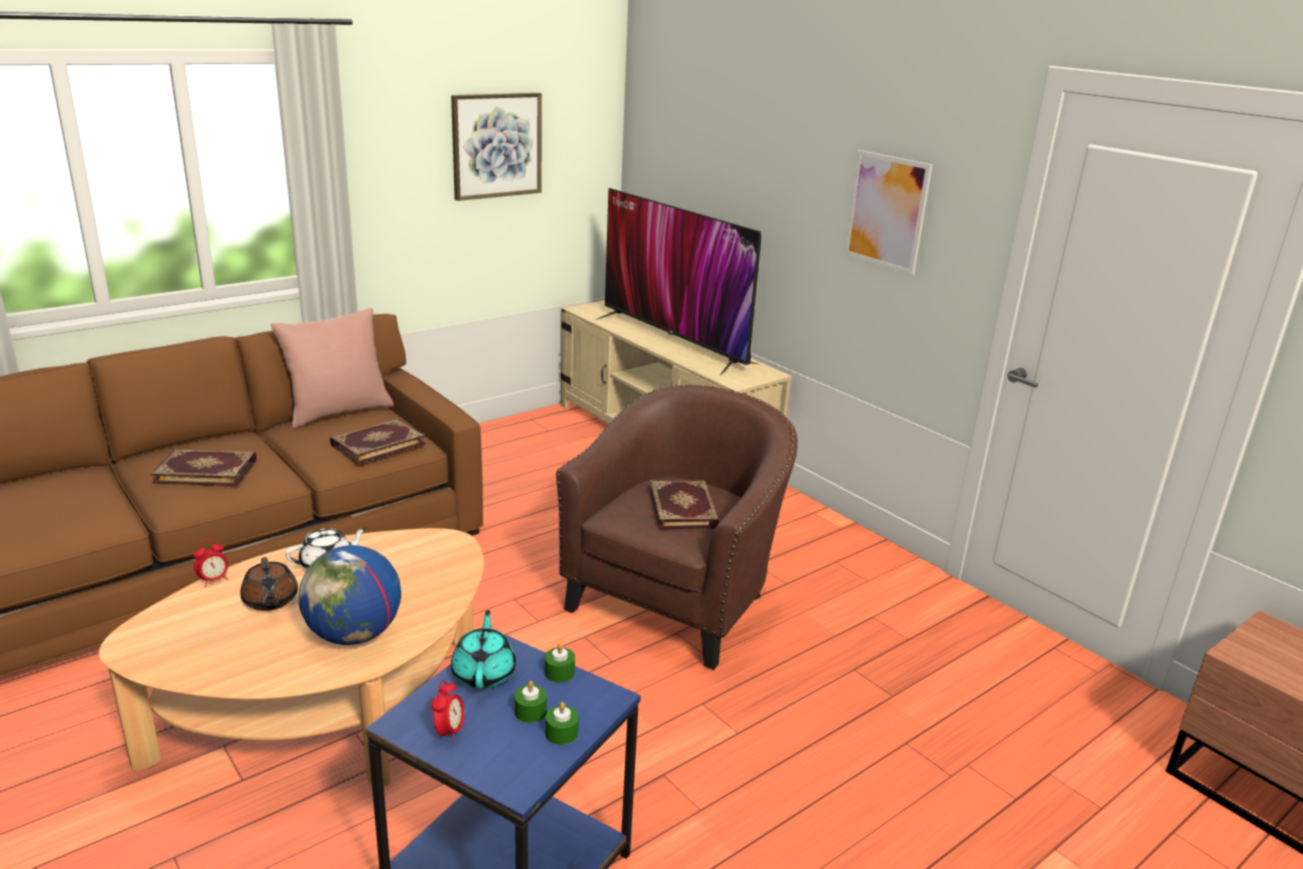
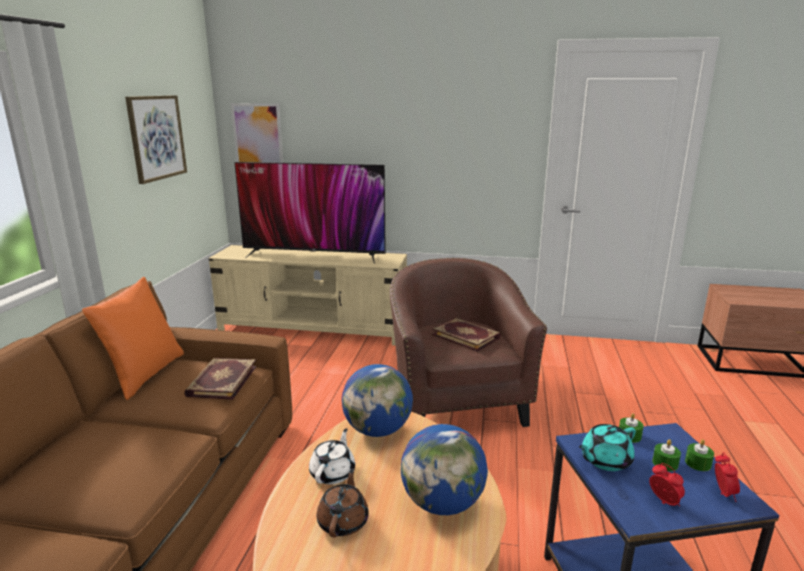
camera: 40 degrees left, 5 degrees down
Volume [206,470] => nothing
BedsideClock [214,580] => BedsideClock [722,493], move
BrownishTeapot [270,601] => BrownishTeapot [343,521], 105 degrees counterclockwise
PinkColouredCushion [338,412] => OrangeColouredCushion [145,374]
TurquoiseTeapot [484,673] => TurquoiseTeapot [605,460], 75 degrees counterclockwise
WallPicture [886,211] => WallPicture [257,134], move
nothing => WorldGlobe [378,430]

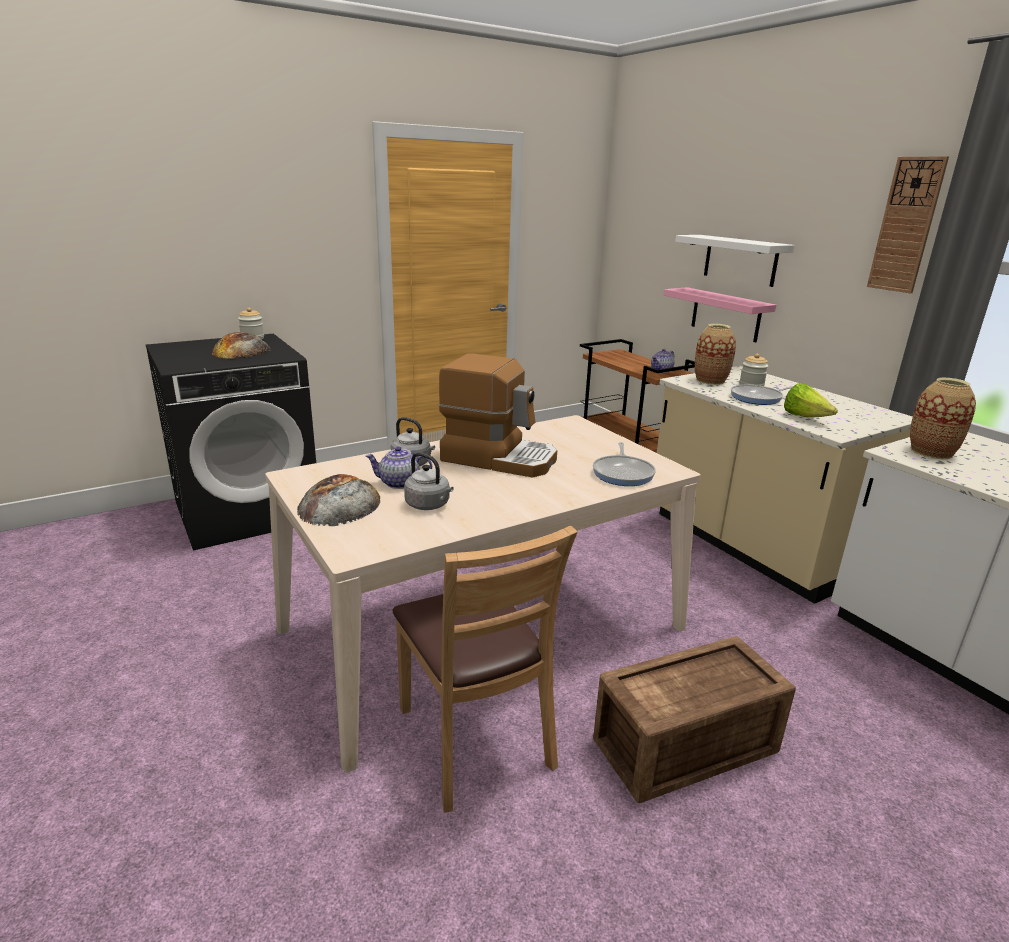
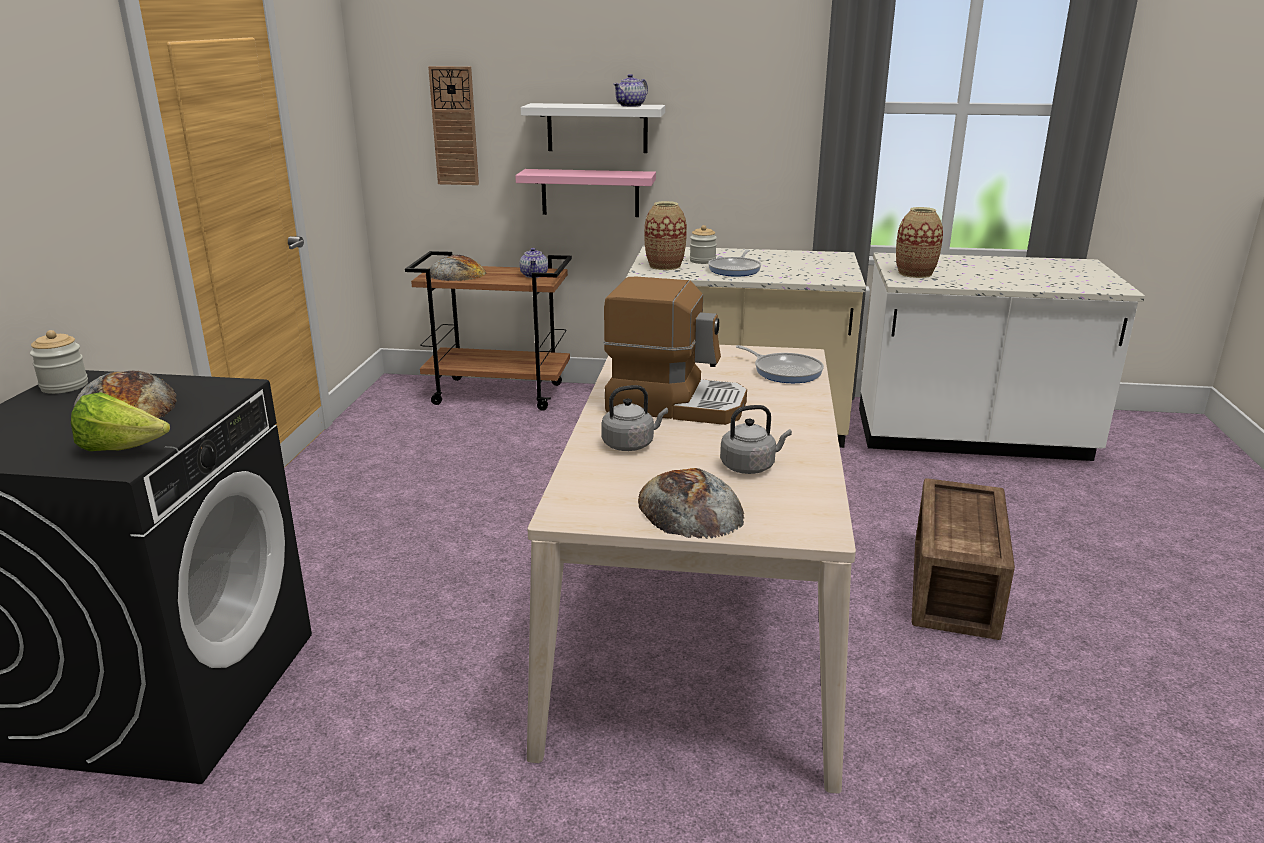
camera: 50 degrees left, 0 degrees up
Teapot [399,483] => Teapot [630,105], move
BrownishChair [474,740] => nothing
CoffeeBrewer [499,458] => CoffeeBrewer [676,403], 45 degrees clockwise
LettuceHead [805,417] => LettuceHead [122,449], move
HangingClock [906,225] => HangingClock [454,126], move
nothing => BakeryBread [455,274]

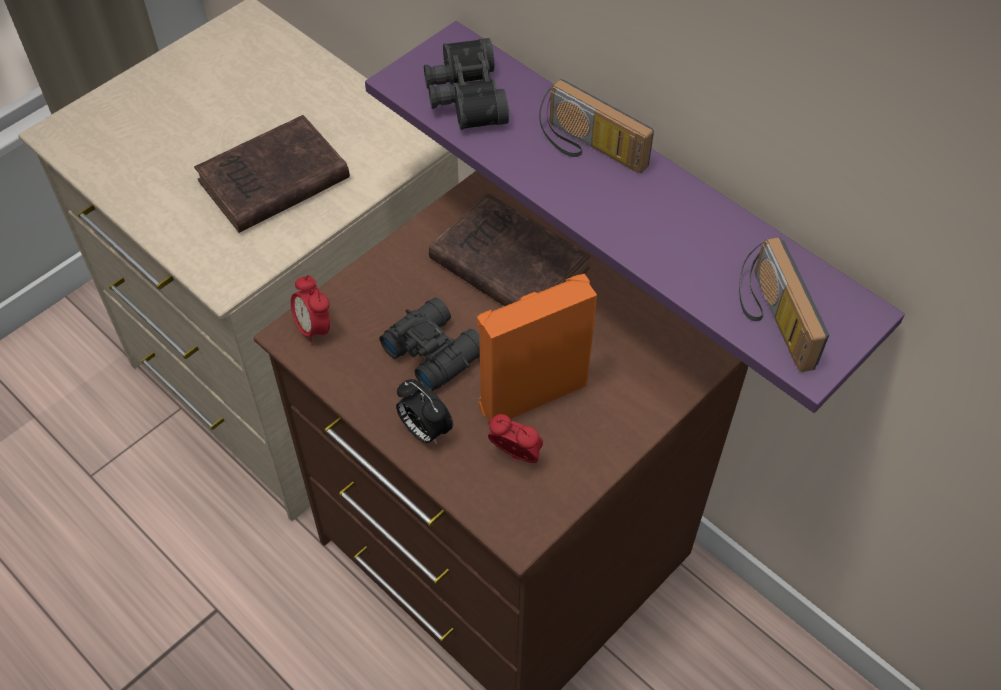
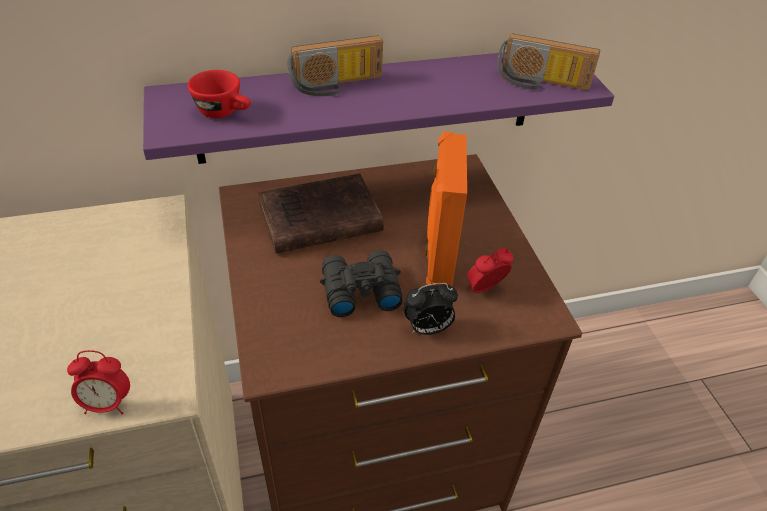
camera: 60 degrees left, 10 degrees down
BrownishVolume [270,182] => nothing
BedsideClock [314,328] => BedsideClock [107,404], move
BlackFieldGlasses [463,97] => RedSmallCup [225,112]

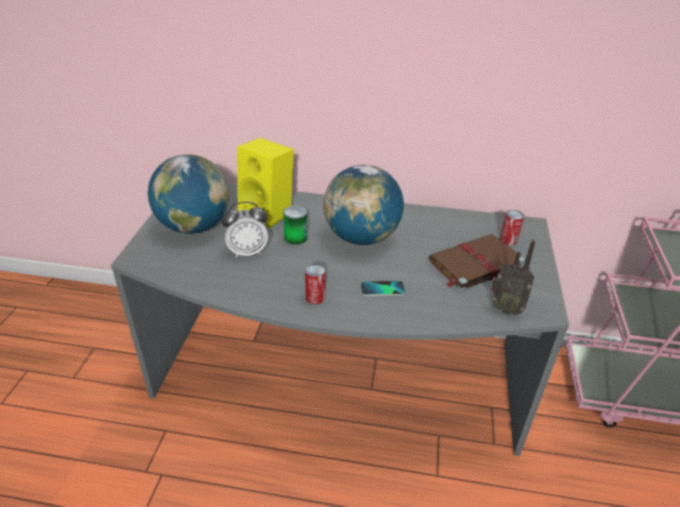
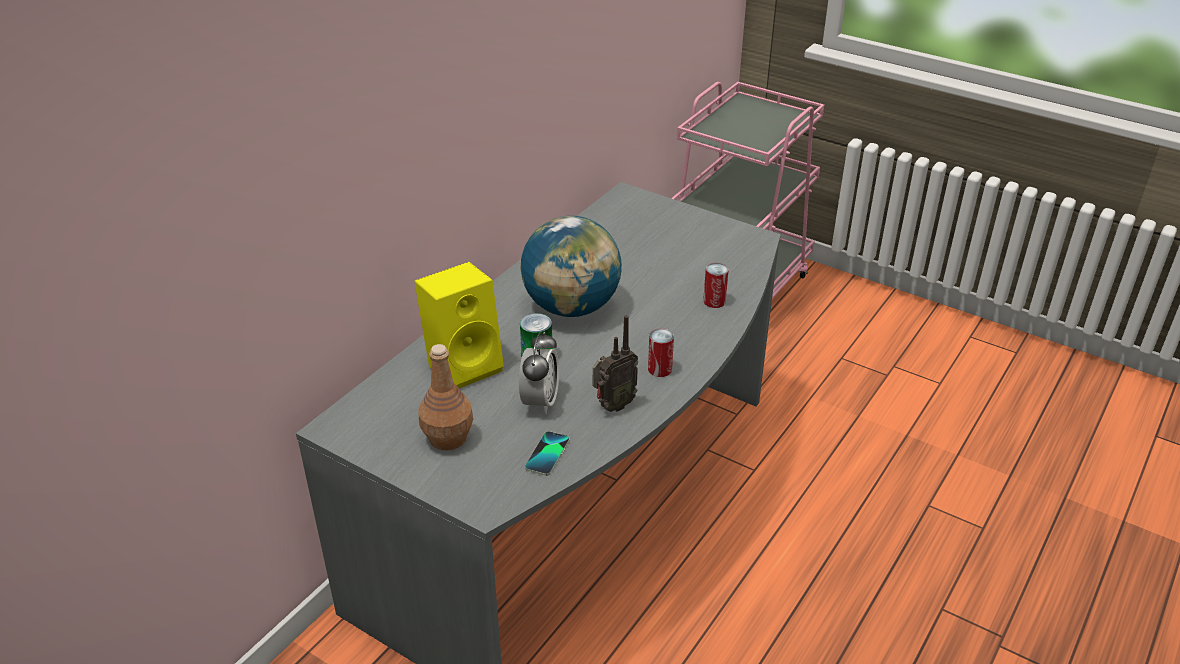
camera: 65 degrees left, 0 degrees up
WorldGlobe [194,226] => BrownishDrinkBottle [447,438]
Telephone [382,289] => Telephone [547,454], move
BrownishVolume [474,264] => nothing
Radio [505,308] => Radio [612,406], move
SealedCan [508,240] => SealedCan [714,301], move

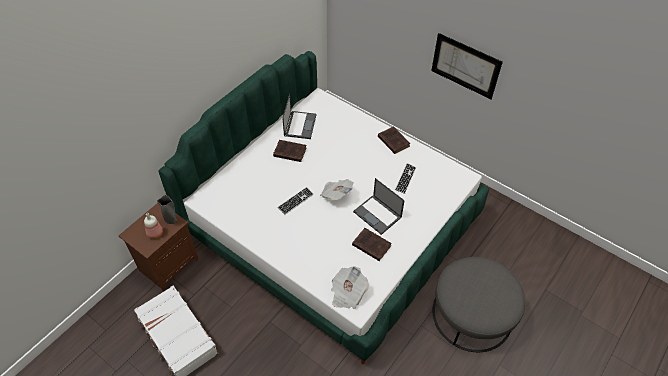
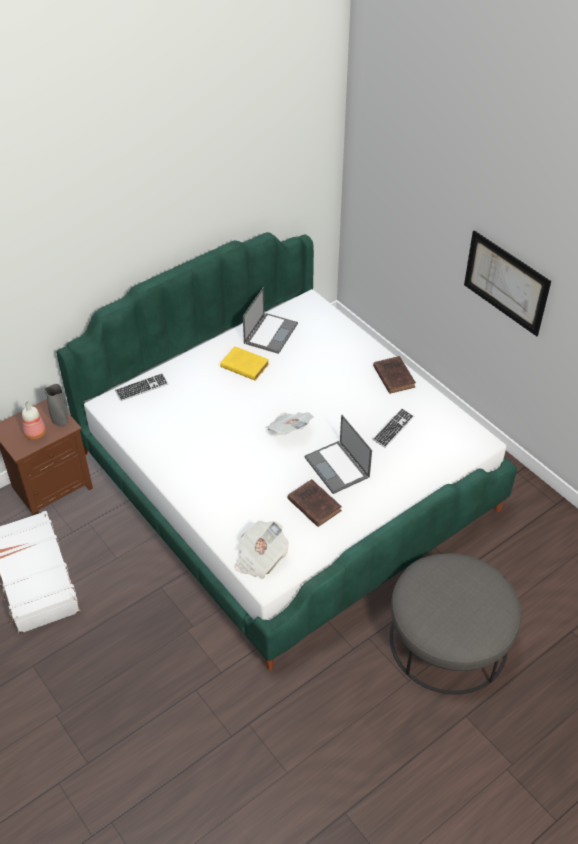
camera: 15 degrees right, 5 degrees down
BrownishVolume [289,152] => YellowColouredVolume [243,365]
PcKeyboard [295,201] => PcKeyboard [142,388], move

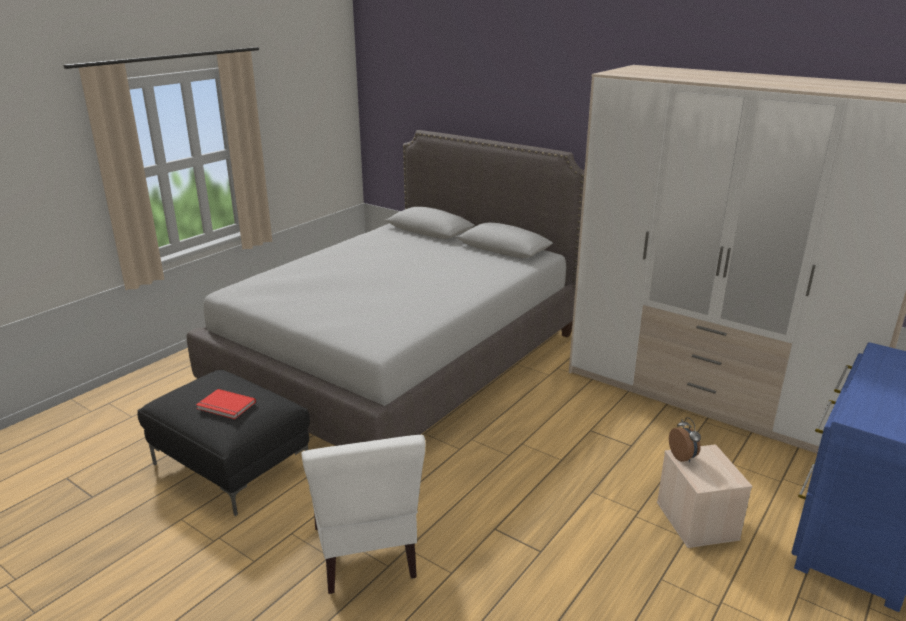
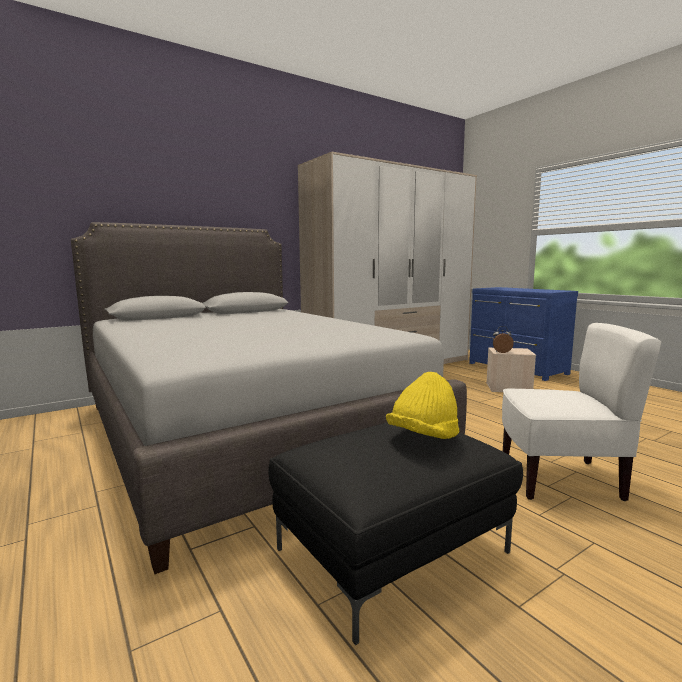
camera: 70 degrees left, 15 degrees down
RedVolume [225,406] => YellowColouredClothingHat [423,437]

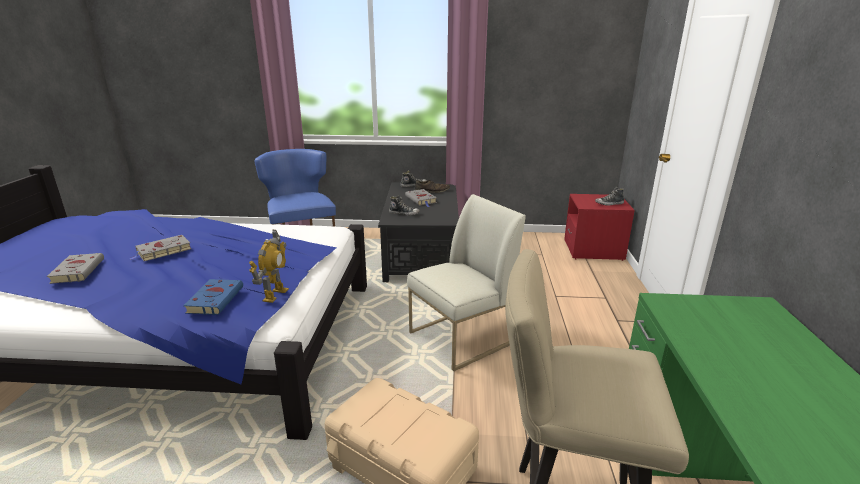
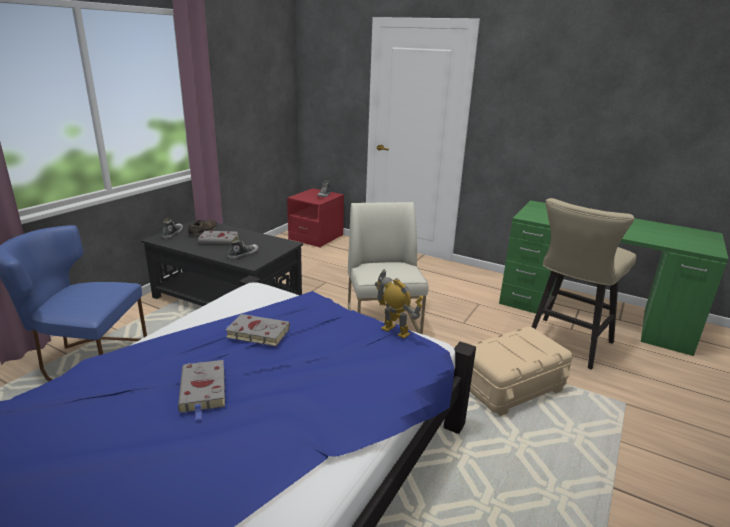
camera: 65 degrees left, 0 degrees up
GreyishVolume [78,270] => GreyishVolume [256,333], move
BlueVolume [216,299] => nothing

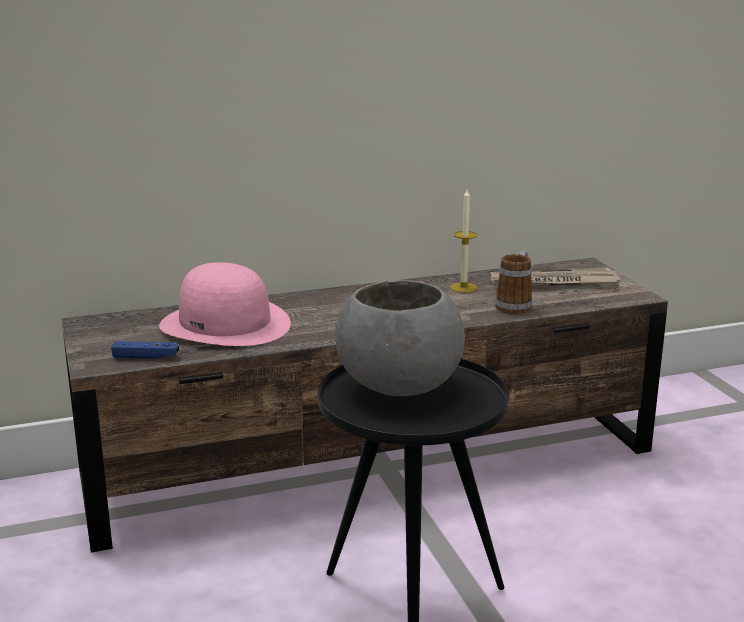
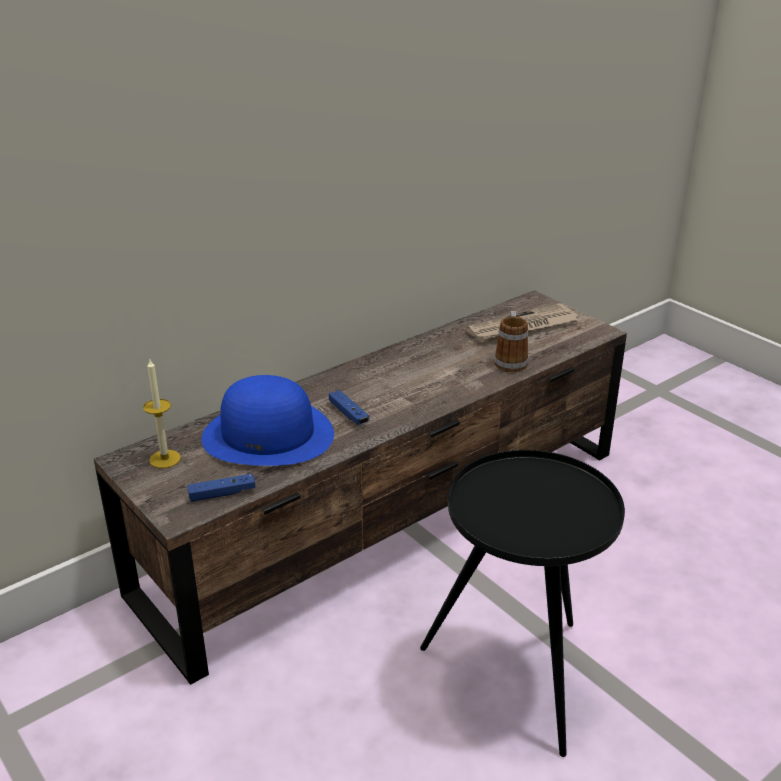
camera: 20 degrees left, 10 degrees up
PinkColouredClothingHat [225,324] => BlueClothingHat [268,435]
GreyishDeepDish [399,389] => nothing
Candle [463,288] => Candle [165,459], move
nothing => BlueGamepad [348,414]

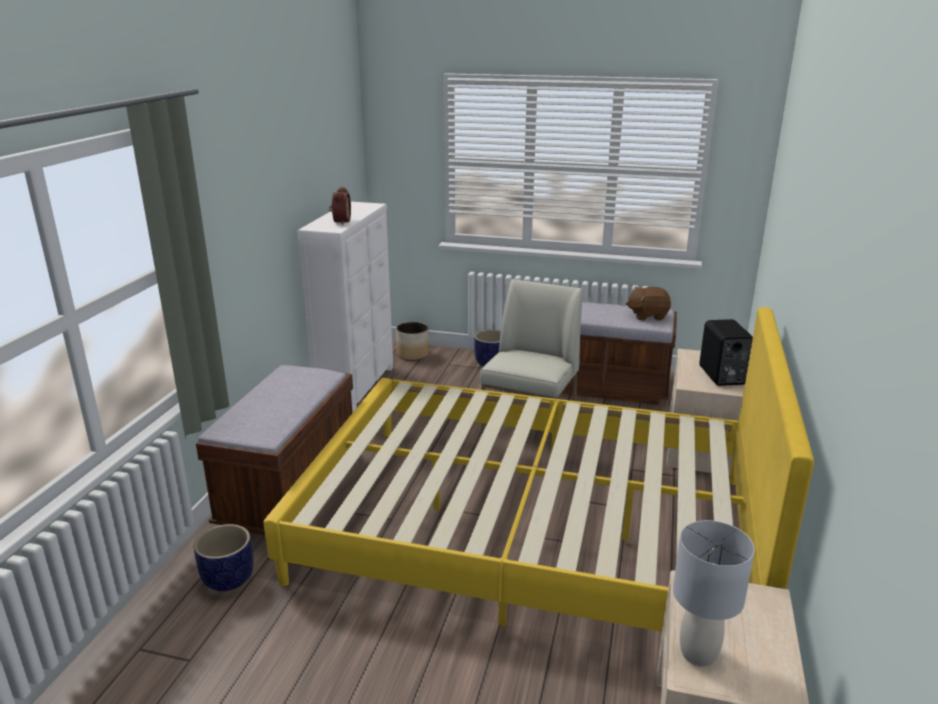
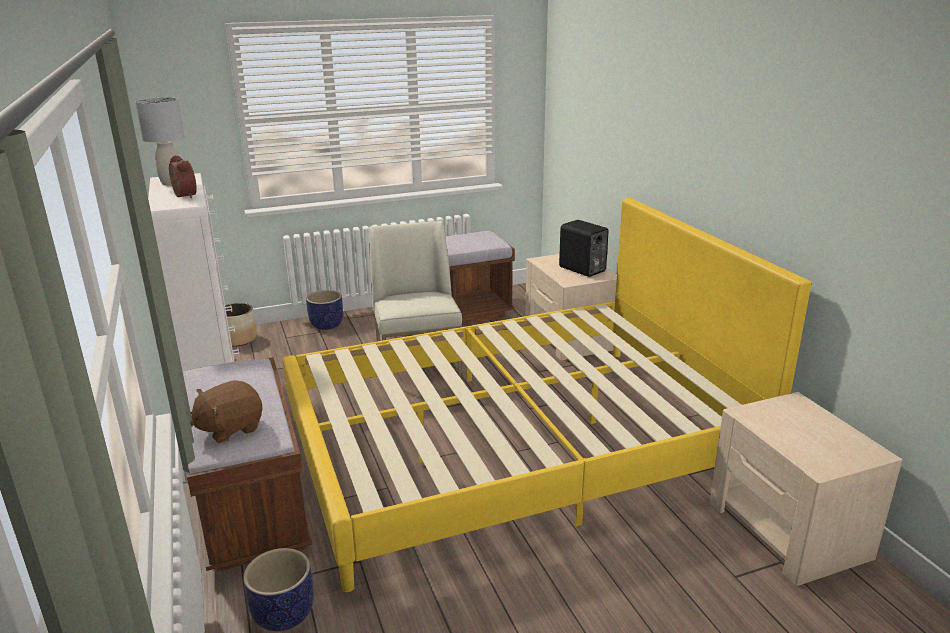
camera: 35 degrees left, 0 degrees up
BrownishCuddlyToy [647,315] => BrownishCuddlyToy [230,428], move
GreyishTableLamp [698,654] => GreyishTableLamp [172,183], move

